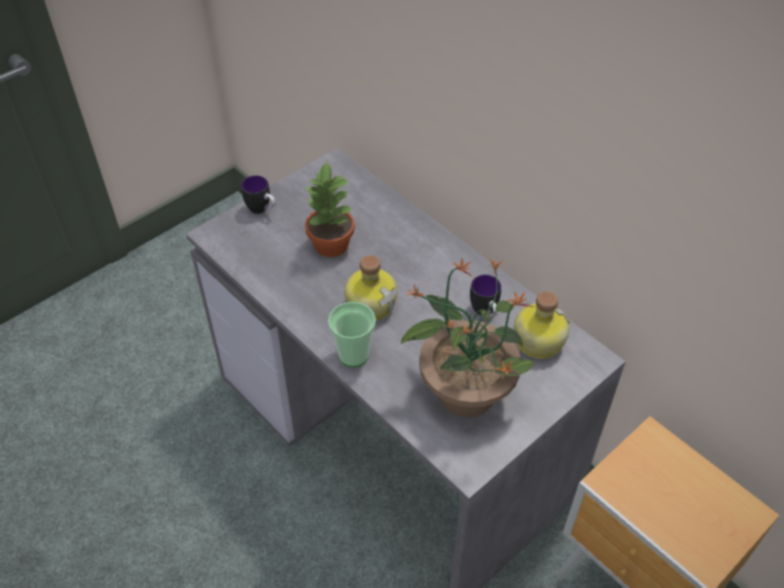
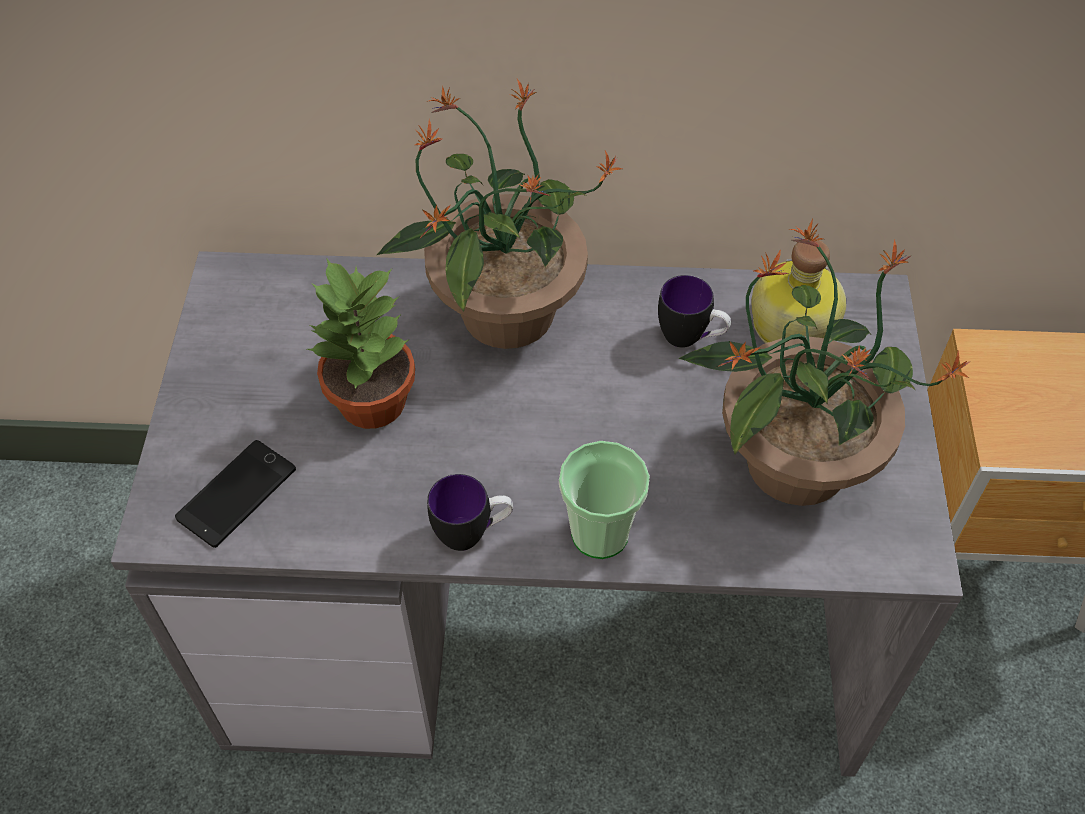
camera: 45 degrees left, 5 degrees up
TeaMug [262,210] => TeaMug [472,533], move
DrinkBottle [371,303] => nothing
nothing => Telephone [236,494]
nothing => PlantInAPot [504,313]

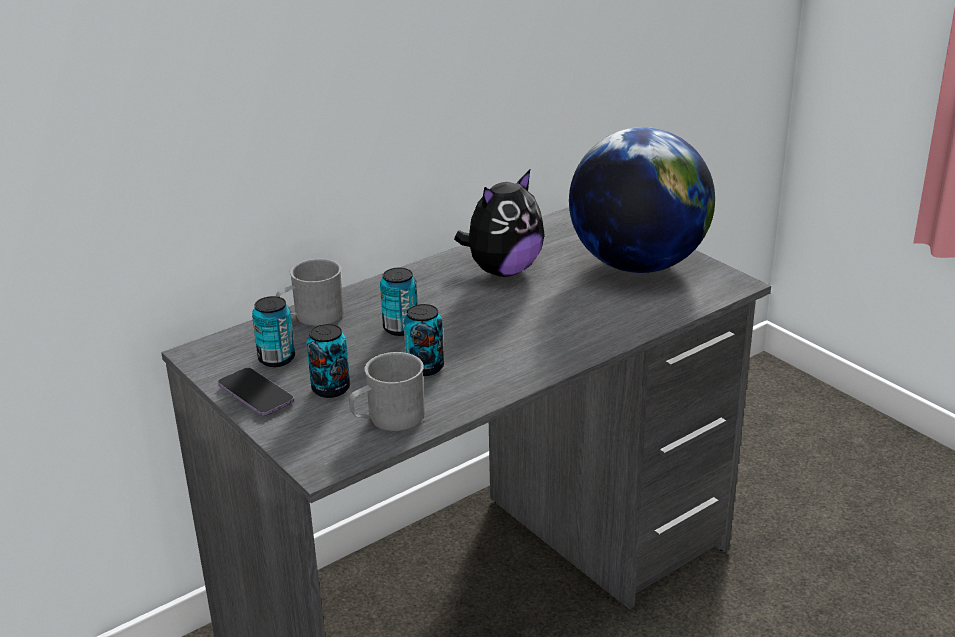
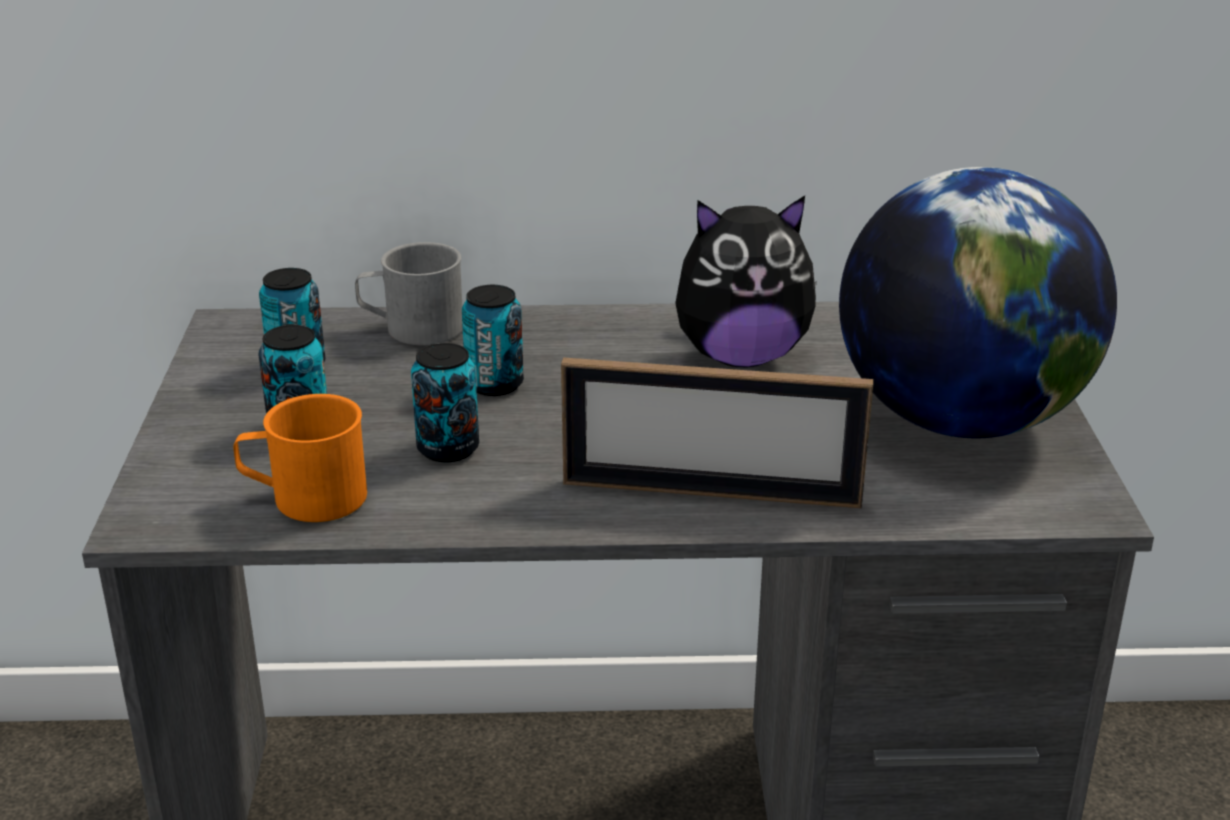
camera: 35 degrees right, 0 degrees up
Telephone [255,394] => nothing
GreyishTeaMug [388,419] => OrangeColouredTeaMug [305,497]
nothing => PictureFrame [711,492]

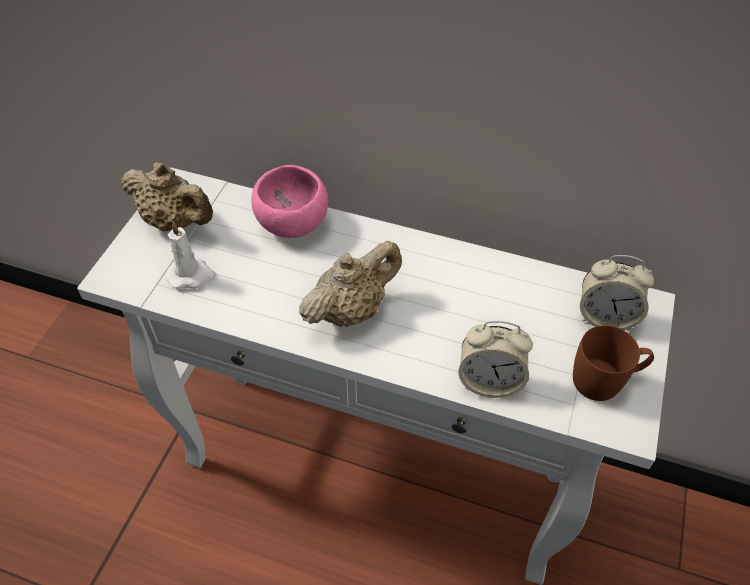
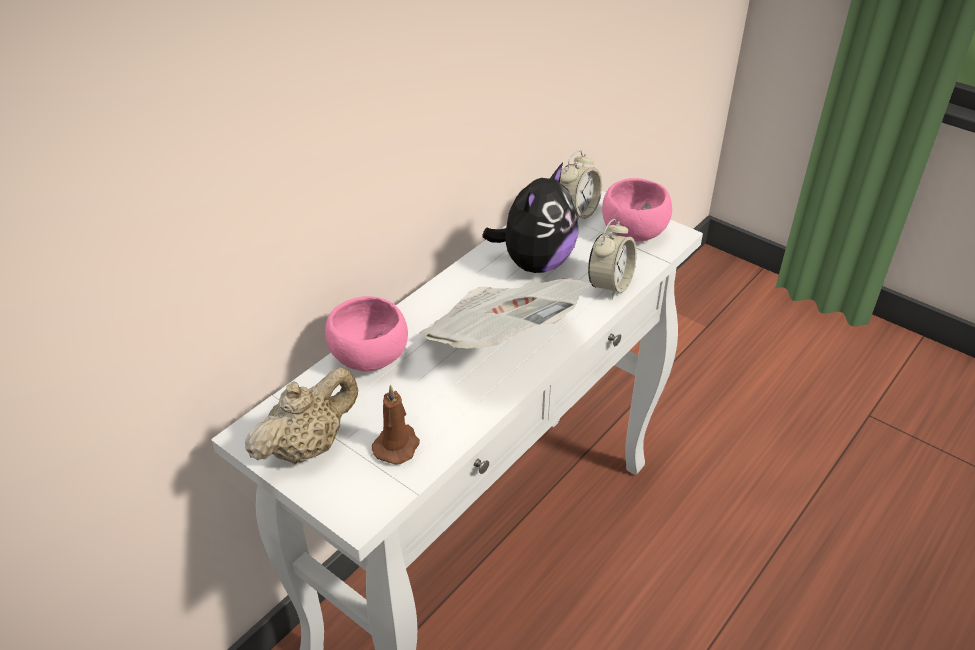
camera: 70 degrees left, 10 degrees down
WhitishCandle [192,275] => BrownishCandle [397,445]
SandColouredTeapot [351,310] => PrintedPaper [502,342]
BrownishTeaMug [606,380] => PinkColouredDeepDish [632,231]
nothing => CuddlyToy [535,263]

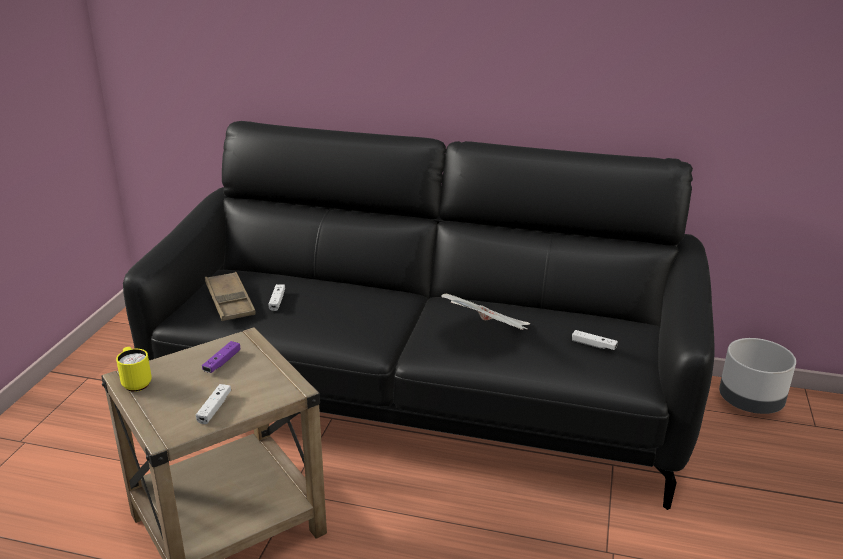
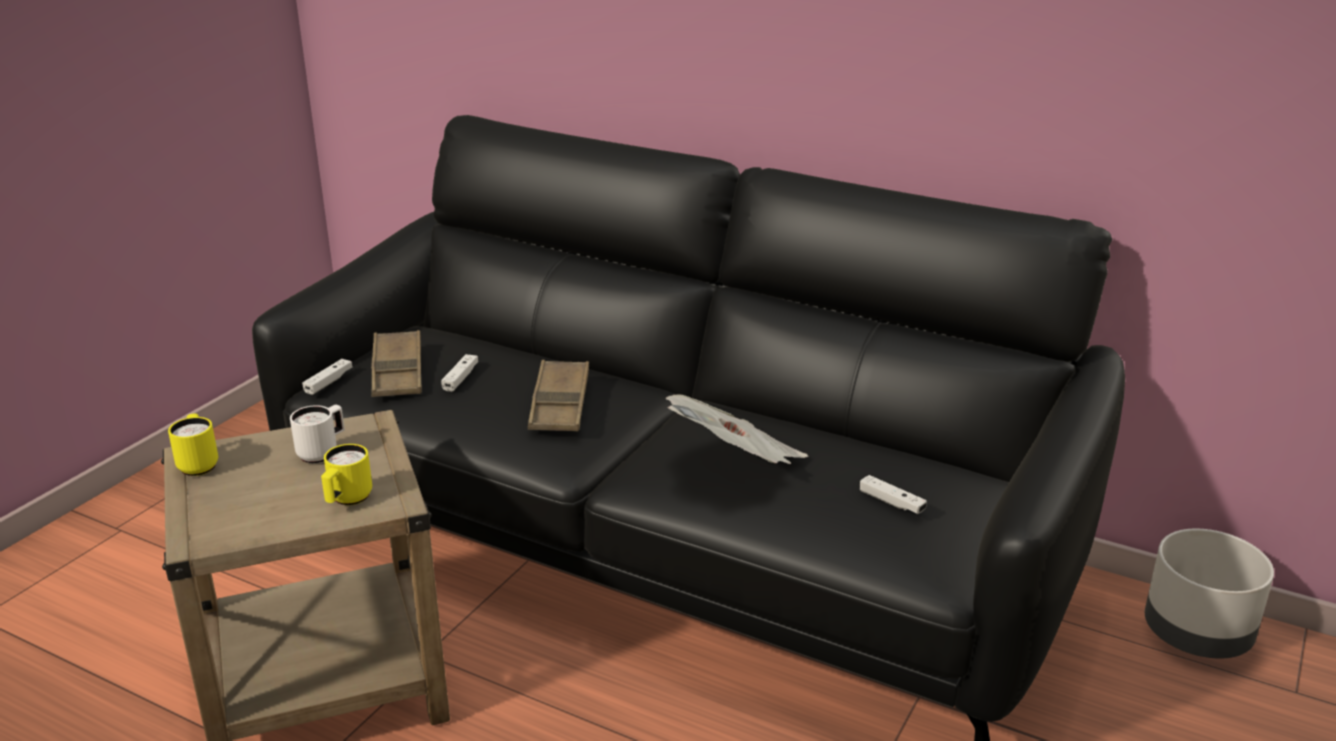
camera: 15 degrees right, 0 degrees up
WhitishGamepad [214,408] => WhitishGamepad [328,382], move
PurpleGamepad [222,362] => WhitishTeaMug [322,452]
nothing => YellowColouredTeaMug [347,500]
nothing => BrownishCarryingTray [560,403]

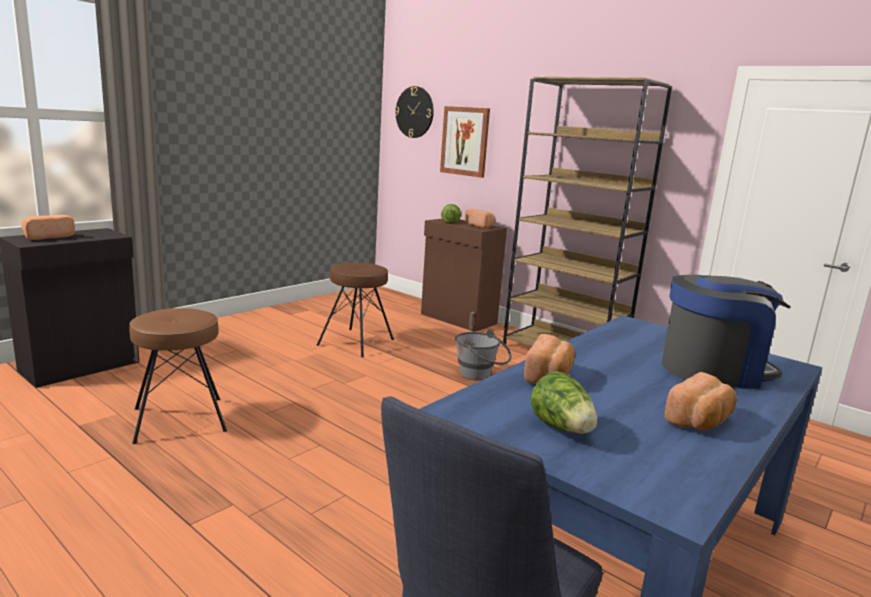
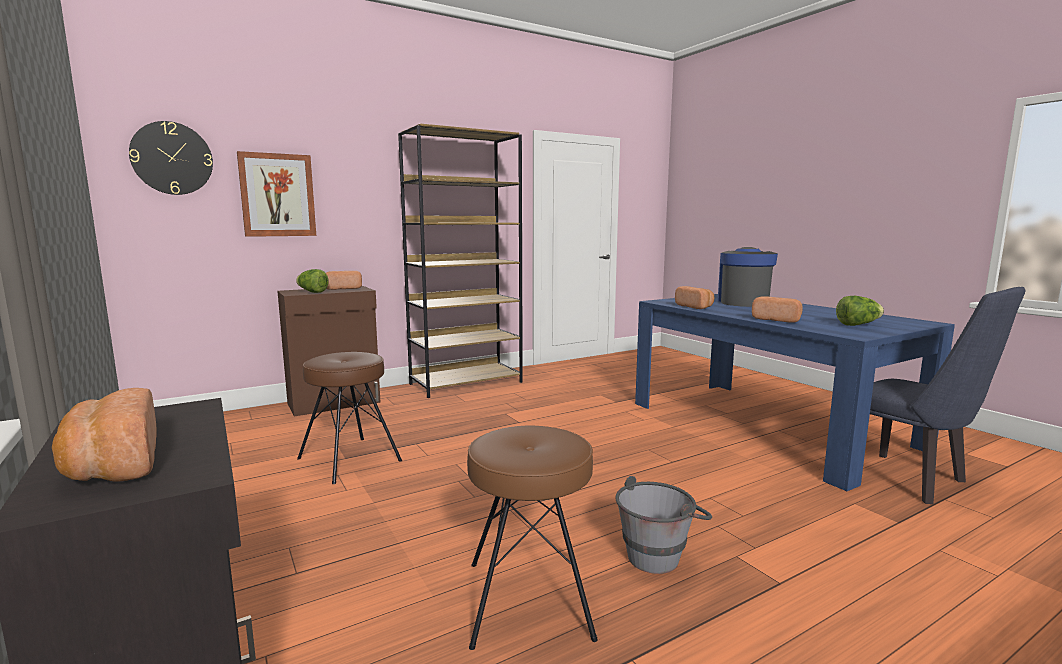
camera: 70 degrees left, 5 degrees down
GreyishPail [480,376] => GreyishPail [660,554], move
BakeryBread [700,421] => BakeryBread [695,307], move

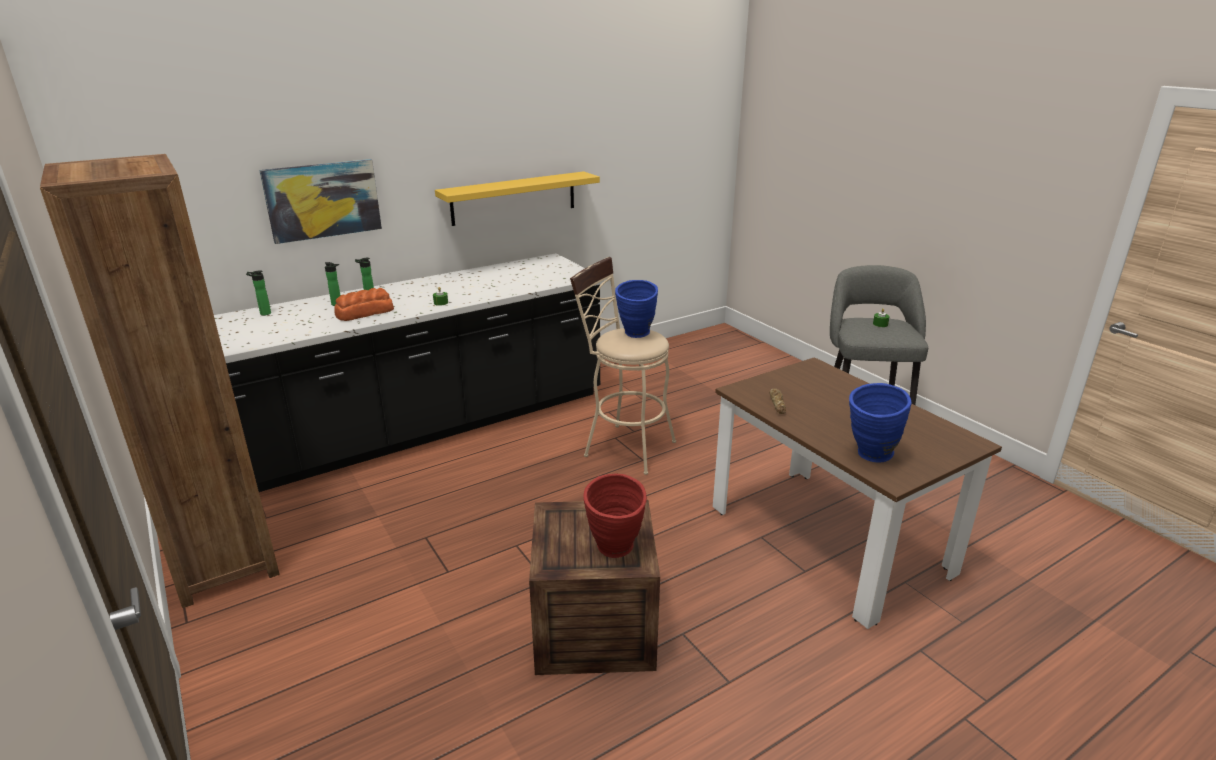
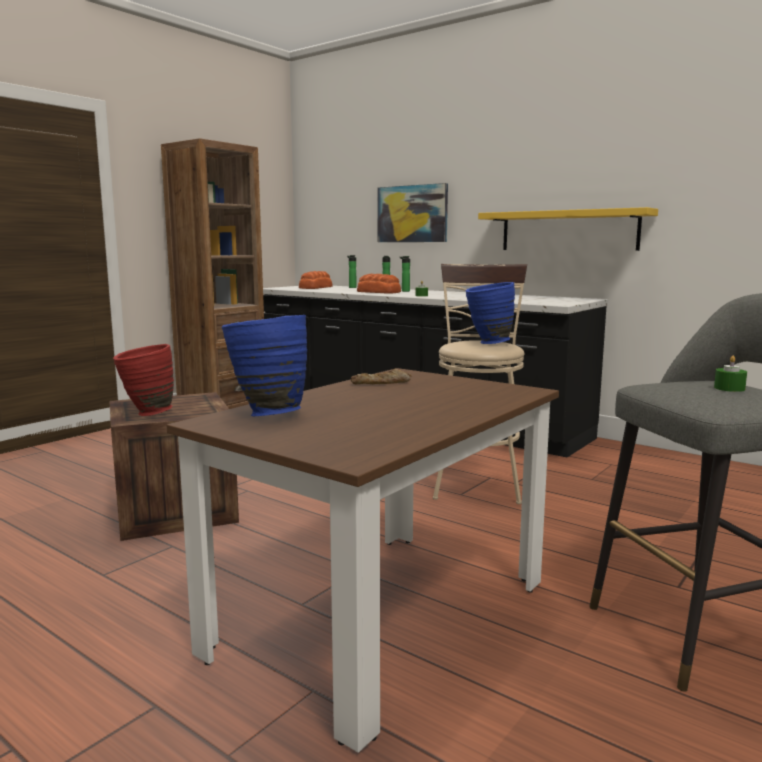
camera: 70 degrees right, 15 degrees down
nothing => BakeryBread [315,288]

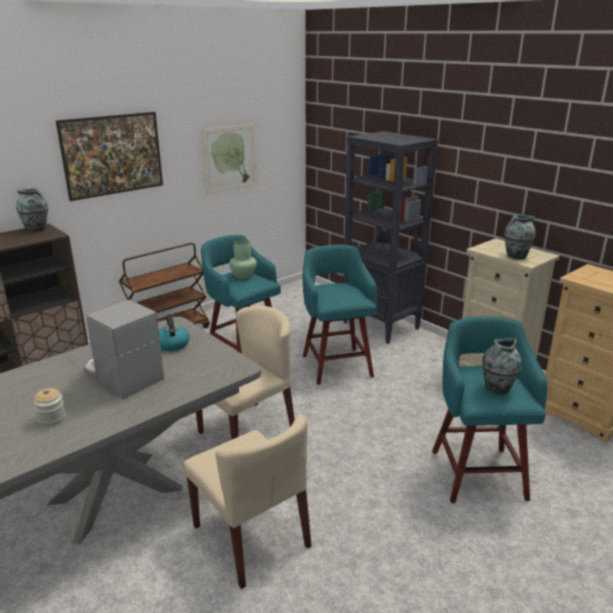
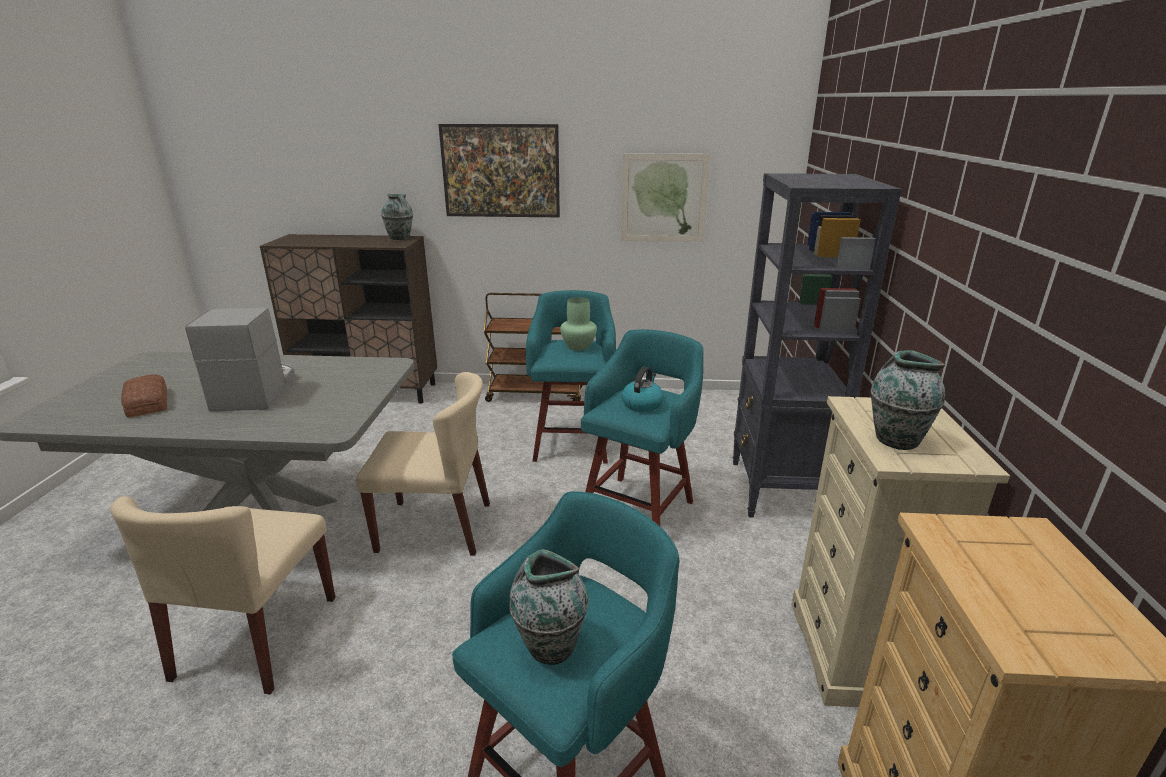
camera: 45 degrees right, 0 degrees up
StorageJar [52,419] => BakeryBread [149,402]
TeaKettle [172,344] => TeaKettle [642,404], move

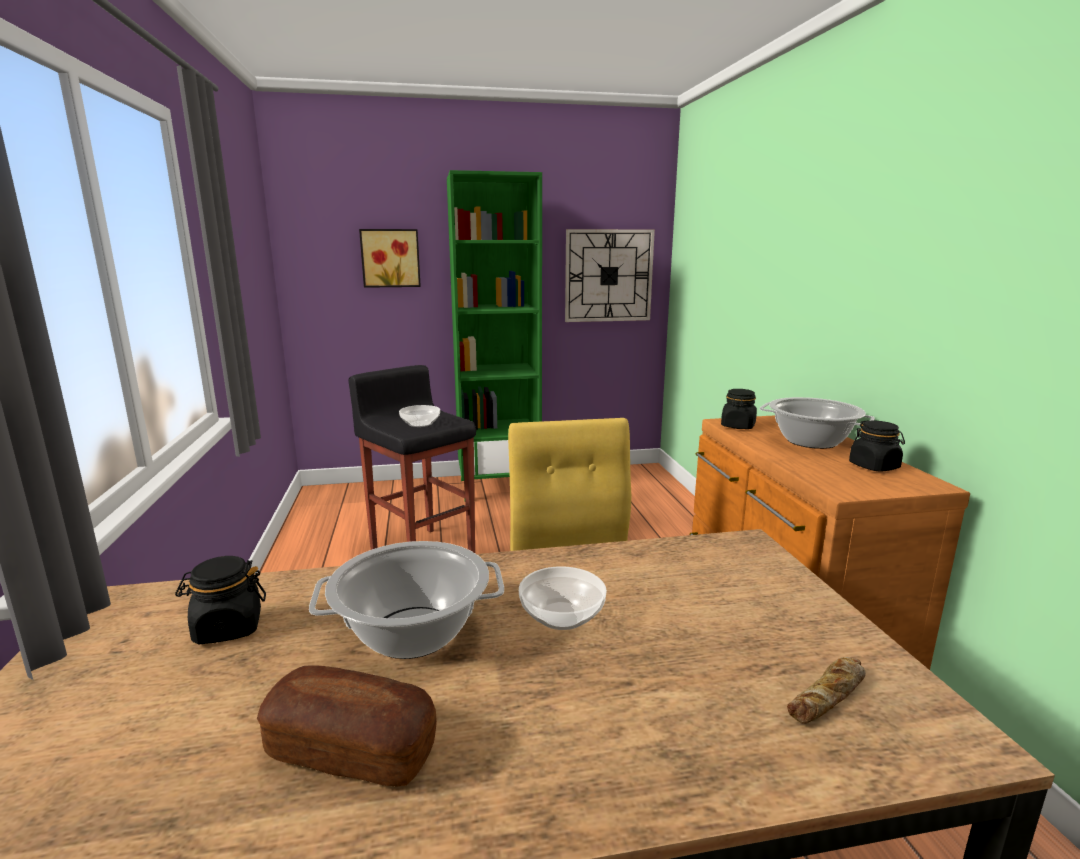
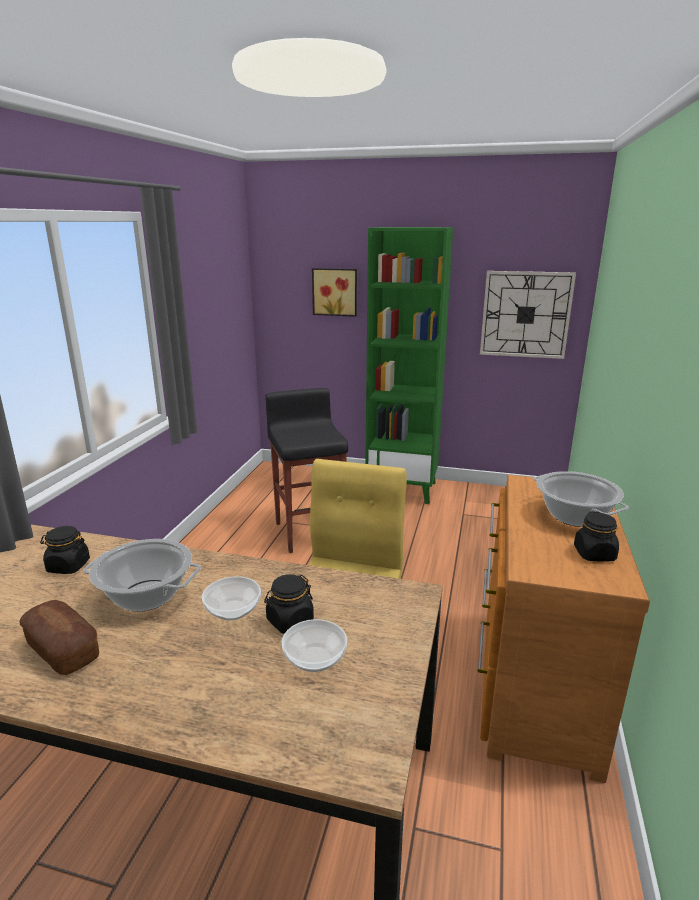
camera: 25 degrees right, 5 degrees up
DeepDish [421,424] => DeepDish [315,659], move
BlackStorageJar [738,426] => BlackStorageJar [289,621], move
BakeryBread [828,696] => nothing

